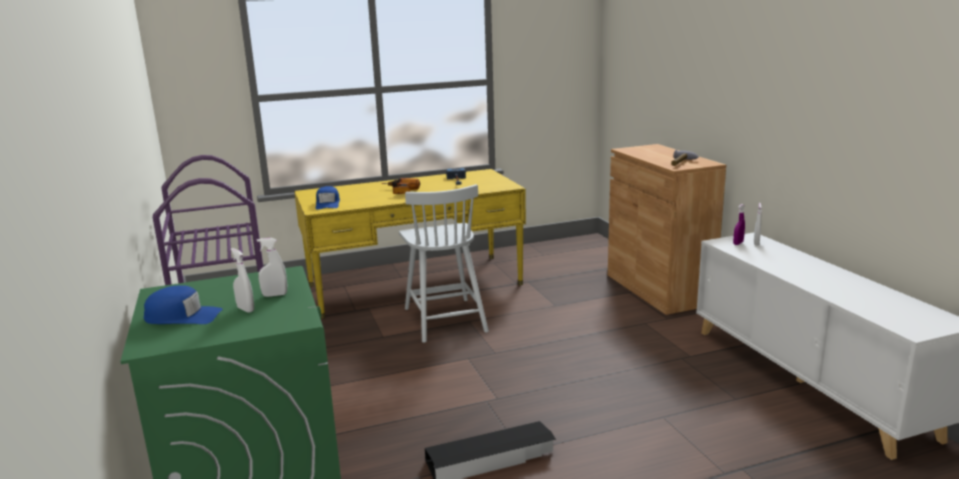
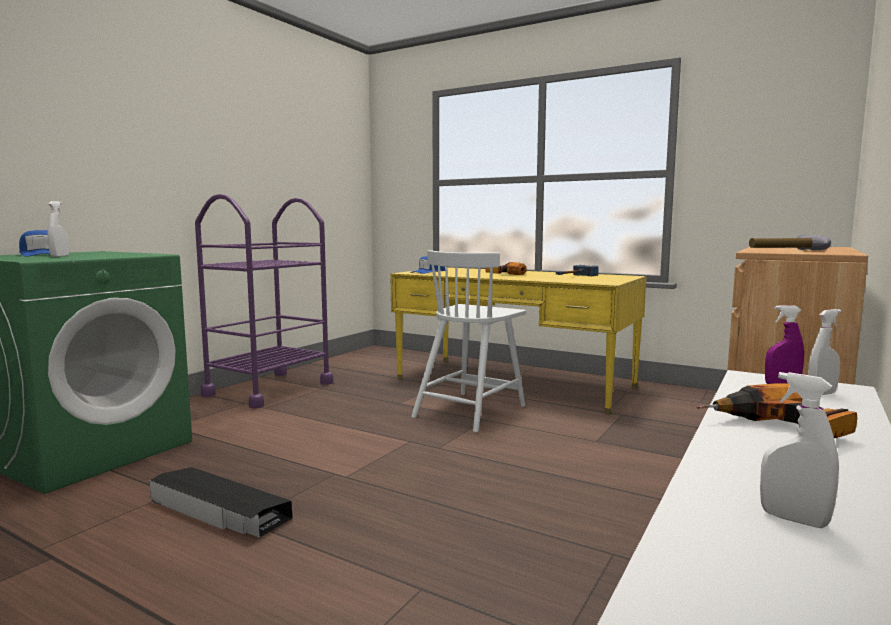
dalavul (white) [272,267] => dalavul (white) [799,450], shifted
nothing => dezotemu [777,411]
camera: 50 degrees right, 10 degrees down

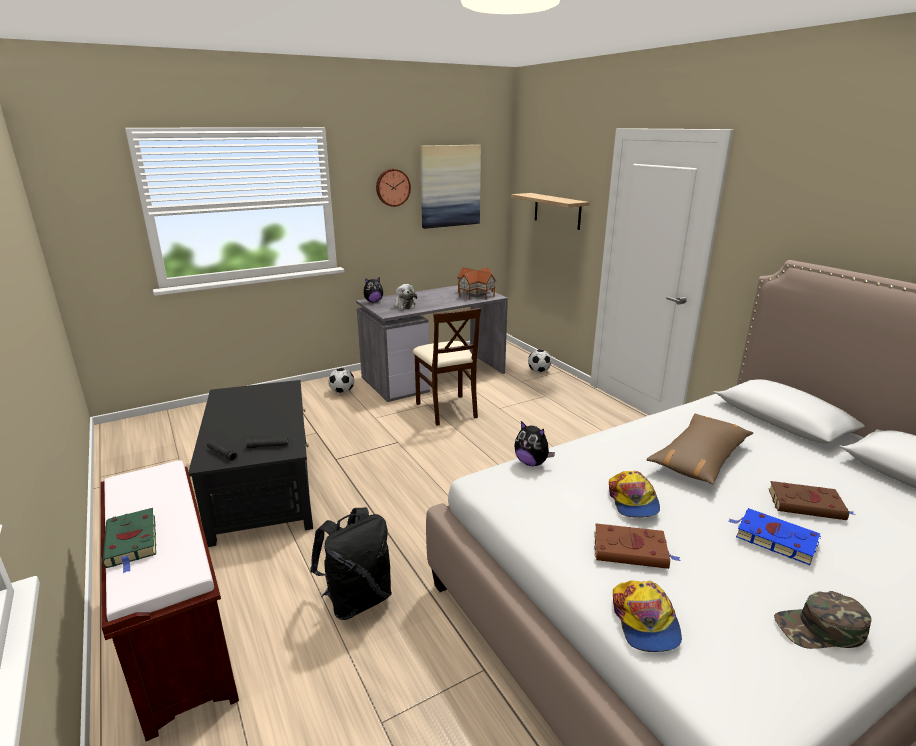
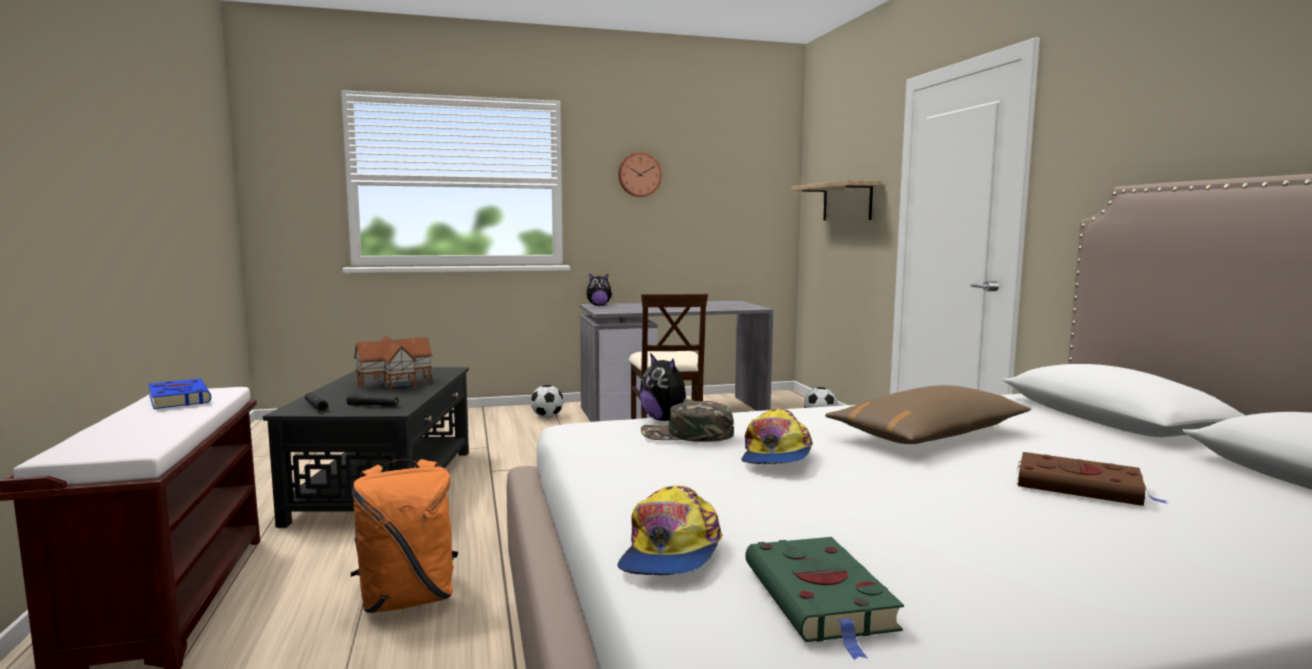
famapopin [450,187] => nothing
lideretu [476,283] => lideretu [393,364], shifted
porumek [405,296] => nothing
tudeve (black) [351,563] => tudeve (orange) [404,536]
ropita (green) [129,540] => ropita (green) [824,598], shifted
ropita (blue) [774,536] => ropita (blue) [180,394], shifted
ropita (brown) [637,546] => nothing
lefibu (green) [823,620] => lefibu (green) [687,421], shifted
camera: 15 degrees right, 15 degrees down

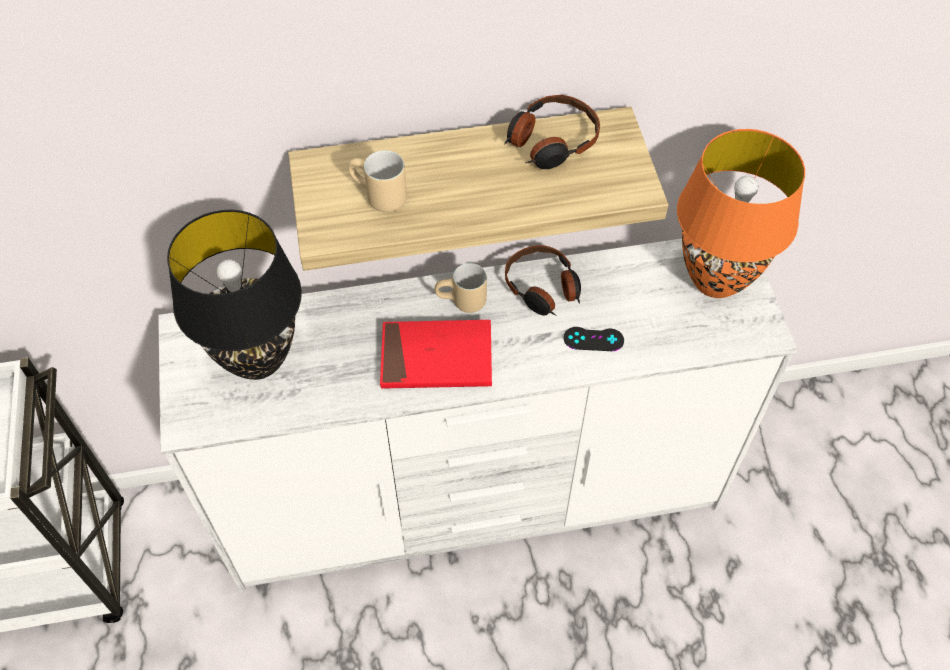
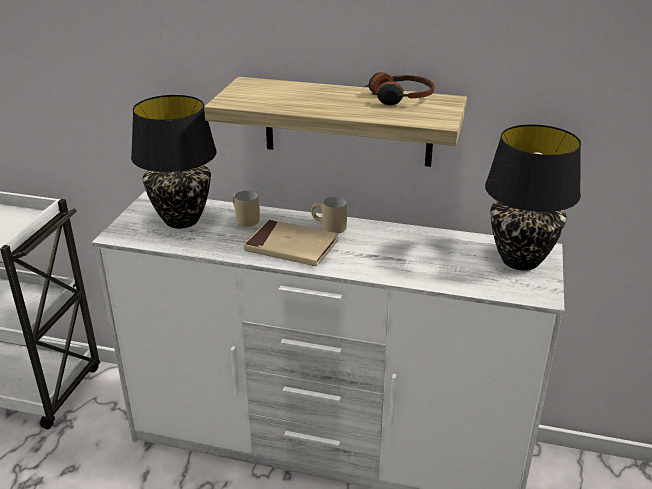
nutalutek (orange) [741,213] => nutalutek (black) [533,197]
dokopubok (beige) [377,181] => dokopubok (beige) [246,209], shifted
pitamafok [543,280] => nothing
ropita (red) [436,354] => ropita (beige) [291,243]
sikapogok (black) [594,339] => nothing
camera: 25 degrees right, 25 degrees down

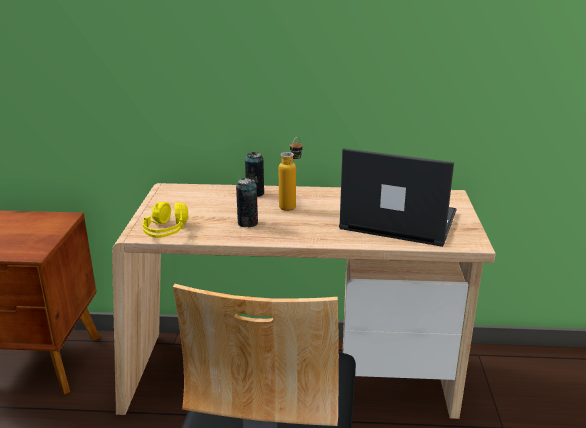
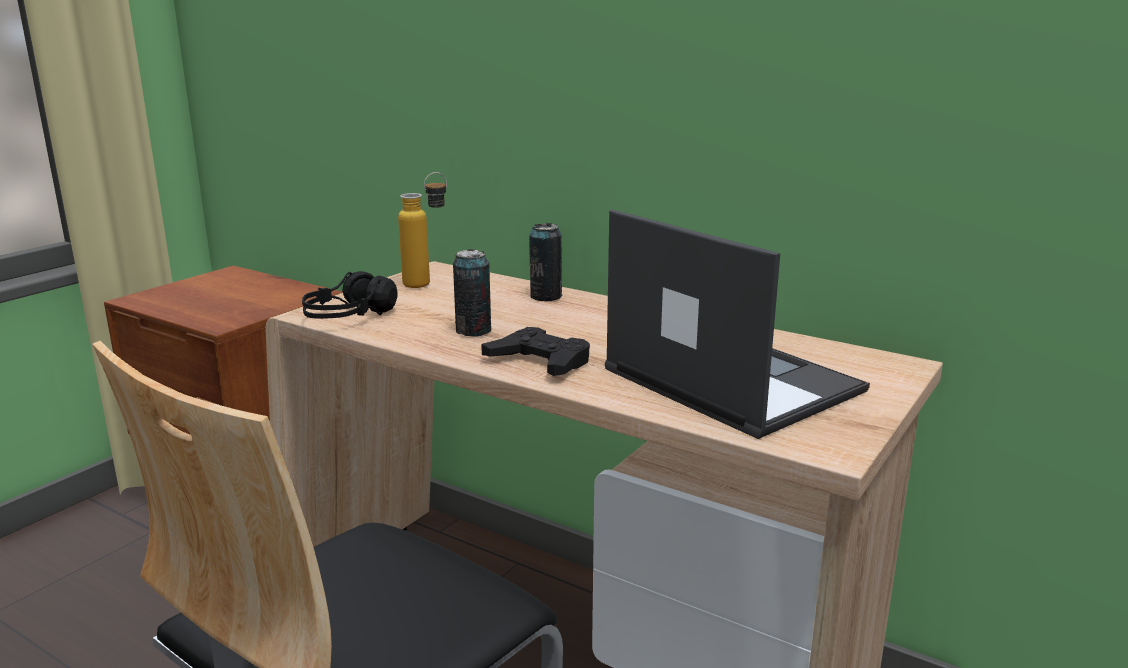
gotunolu [291,174] => gotunolu [422,230], shifted
pitamafok (yellow) [165,220] => pitamafok (black) [350,295]
nothing => sikapogok (black) [535,351]
camera: 30 degrees right, 5 degrees down

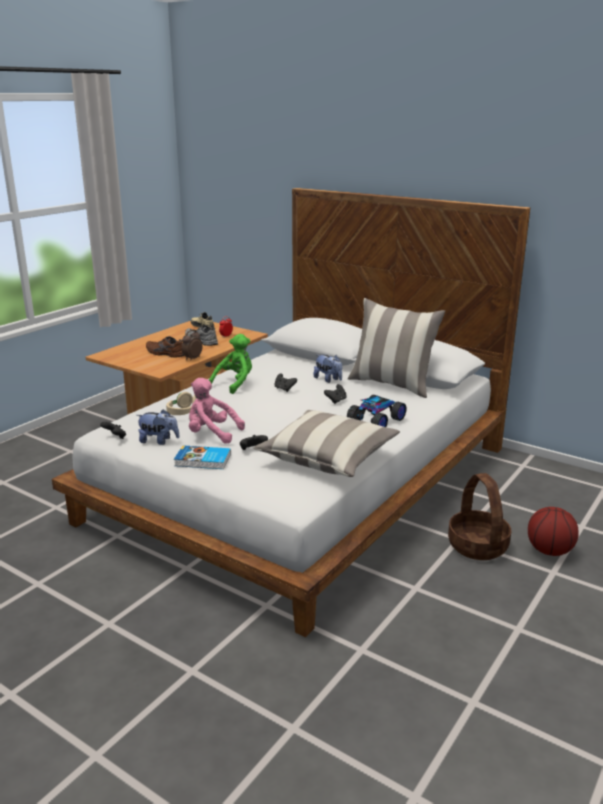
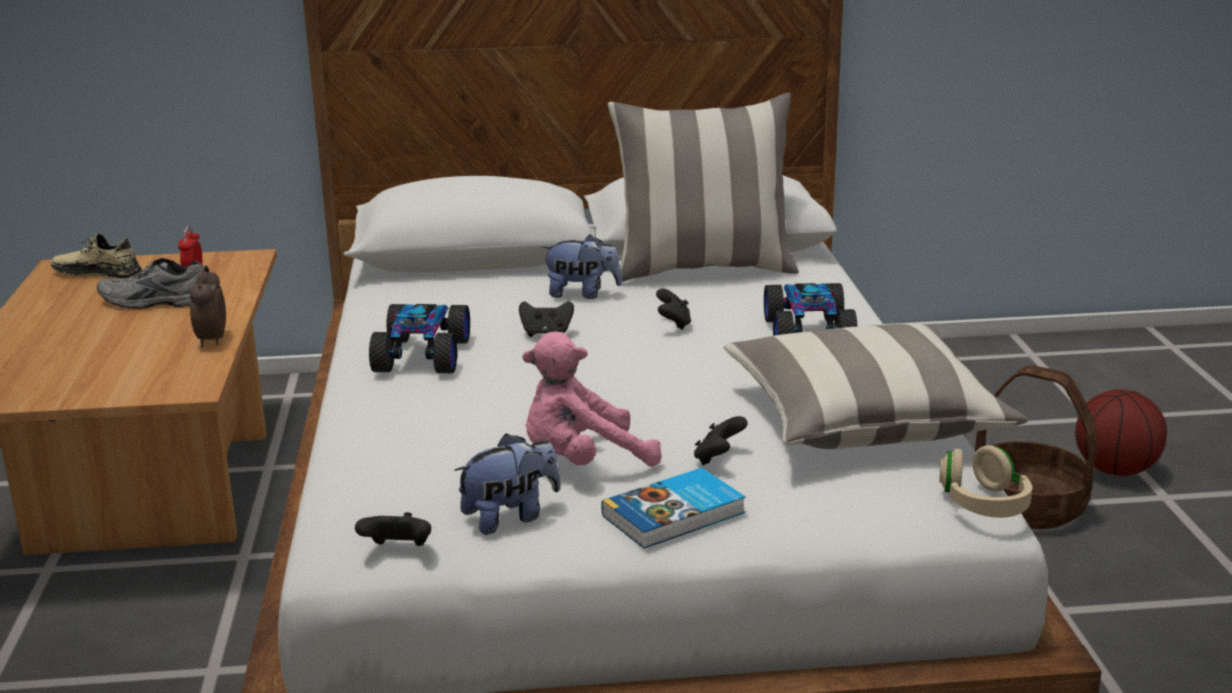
porumek (green) [230,364] => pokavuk [419,338]
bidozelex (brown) [165,347] => nothing
pitamafok (beige) [181,403] => pitamafok (beige) [985,481], shifted
camera: 40 degrees left, 0 degrees up

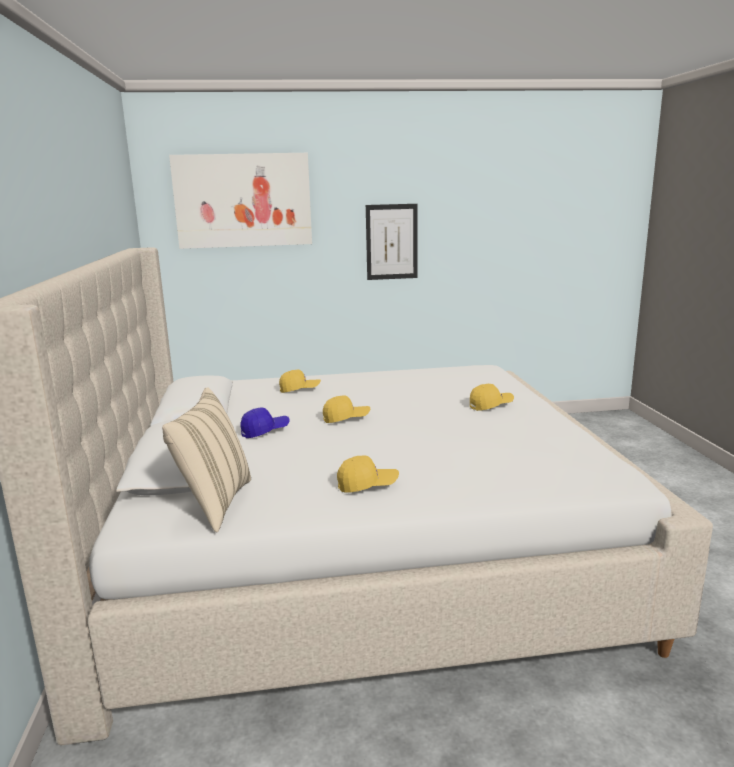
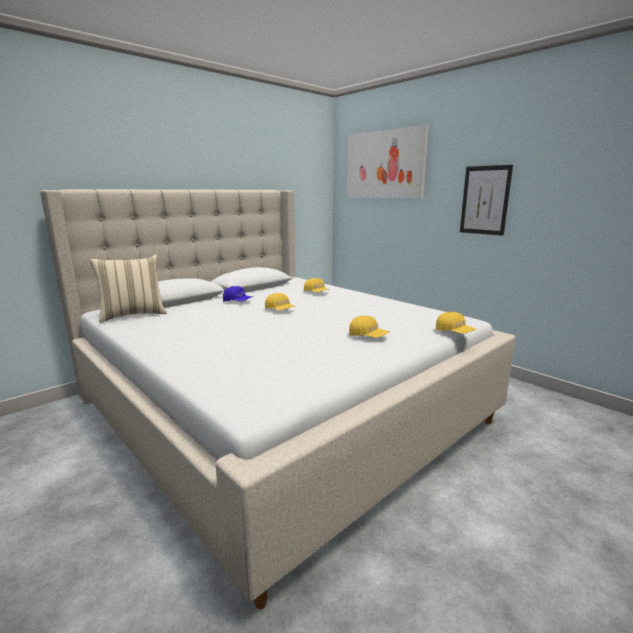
lefibu (yellow) [368,474] => lefibu (yellow) [456,323], shifted
camera: 55 degrees right, 0 degrees up

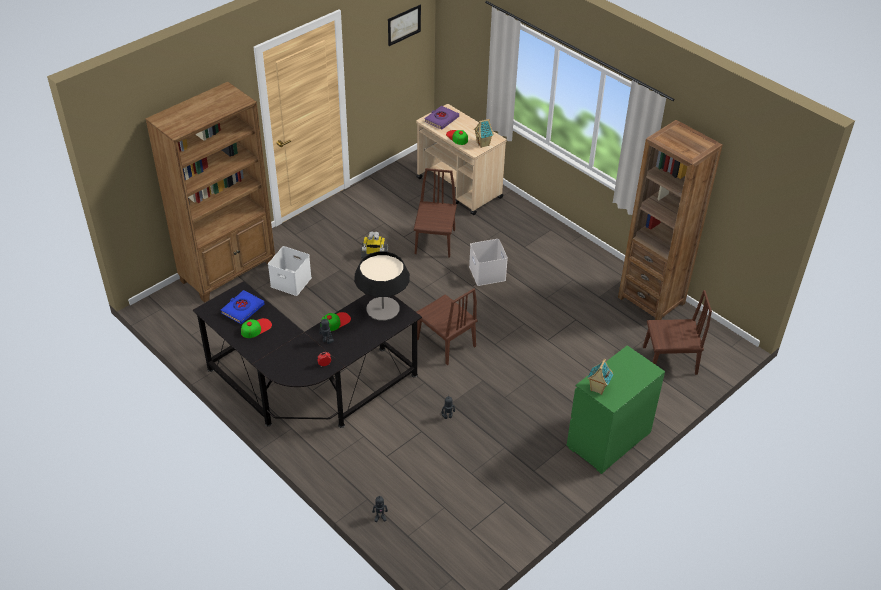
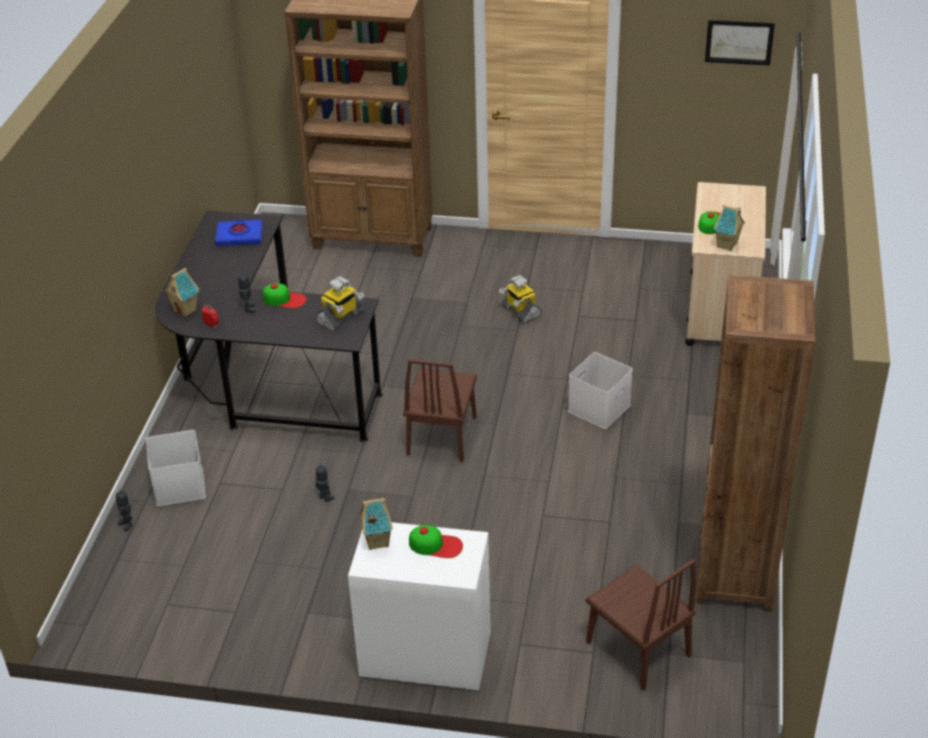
ropita (purple) [441,118] => nothing
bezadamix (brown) [435,213] => nothing
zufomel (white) [290,271] => zufomel (white) [176,468], shifted
nutalutek [382,286] => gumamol [340,304]
lefibu [256,328] => lefibu [436,541], shifted
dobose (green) [616,409] => dobose (white) [419,607]
nothing => lideretu [181,292]
camera: 55 degrees right, 5 degrees down

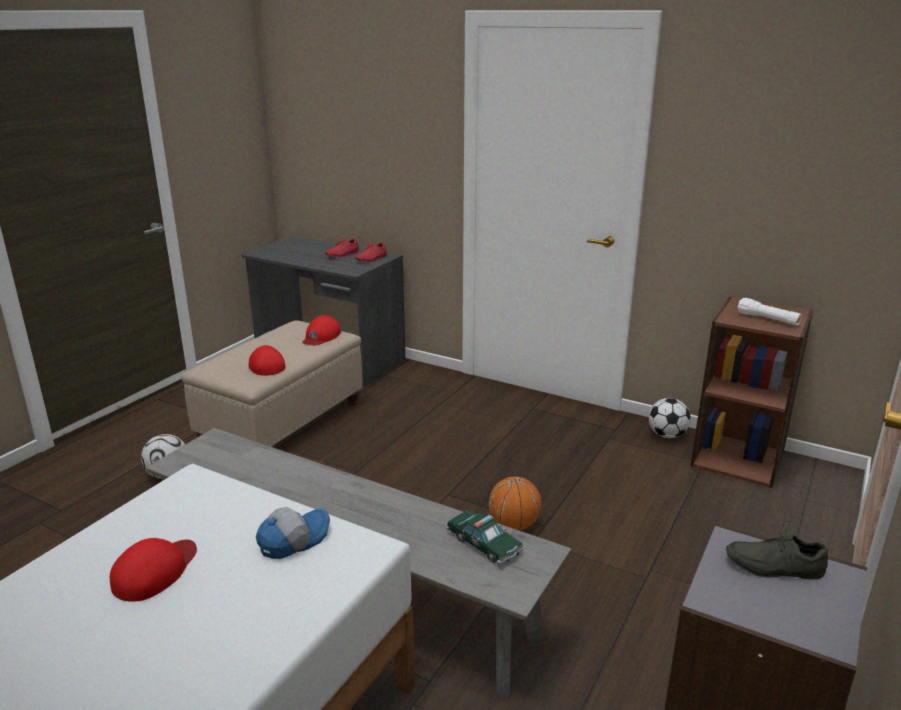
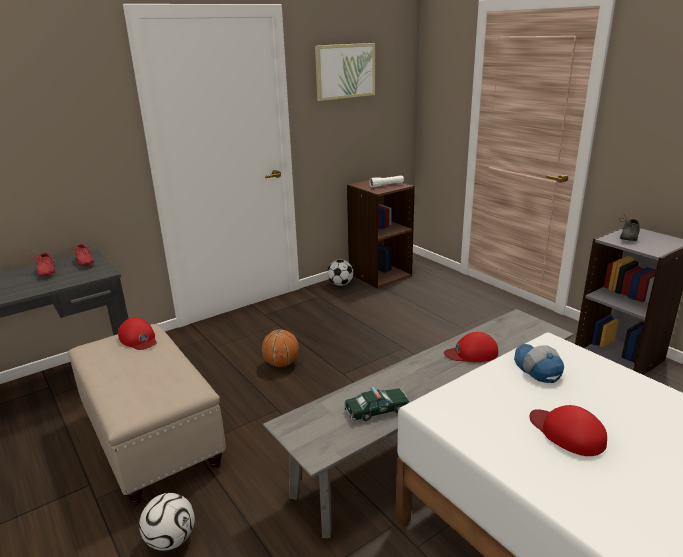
lefibu (red) [267,360] => lefibu (red) [471,347], shifted
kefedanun [515,503] => kefedanun [280,348], shifted
pokavuk [485,537] => pokavuk [377,404], shifted
nothing => famapopin [345,72]
camera: 65 degrees left, 0 degrees up

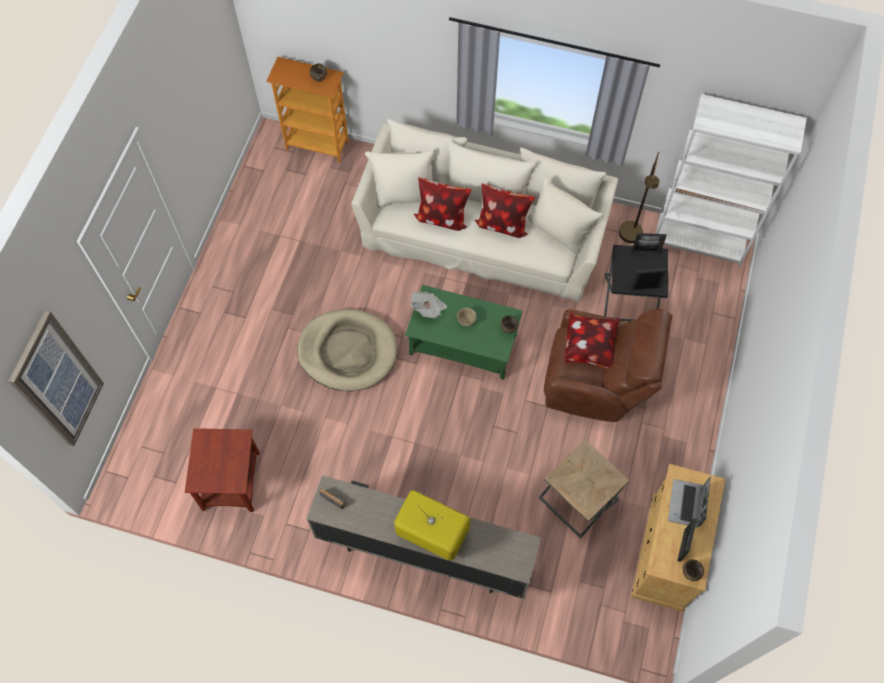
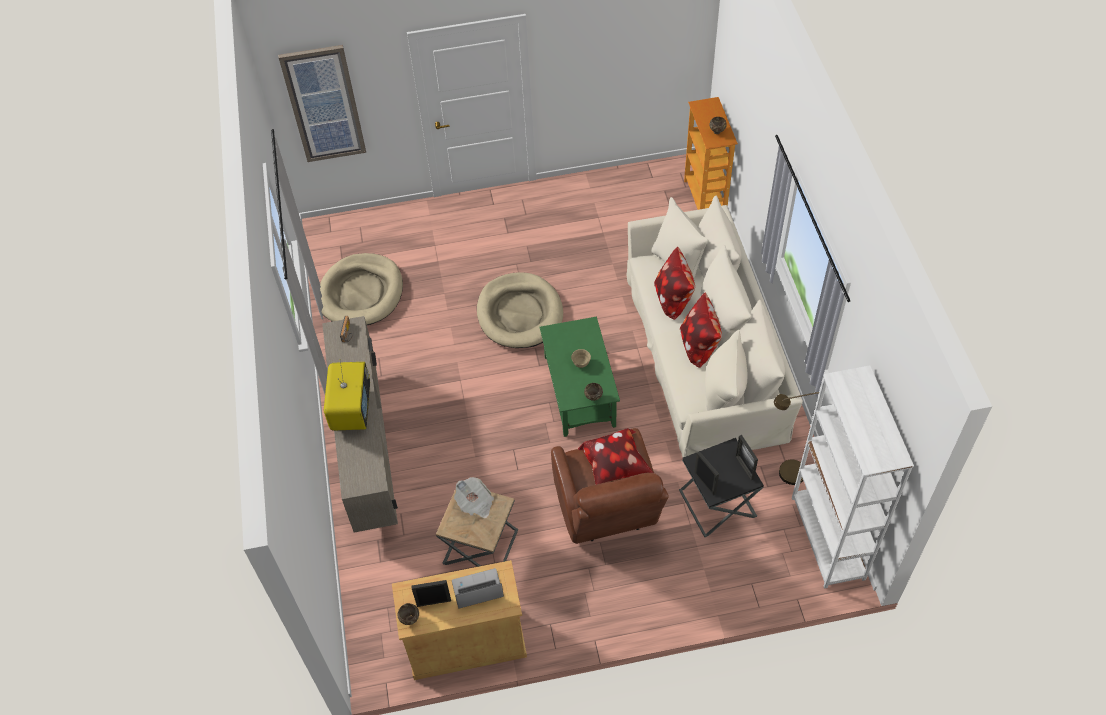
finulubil [429,305] => finulubil [474,497], shifted
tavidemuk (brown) [222,470] => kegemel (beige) [361,289]
camera: 65 degrees right, 10 degrees down

